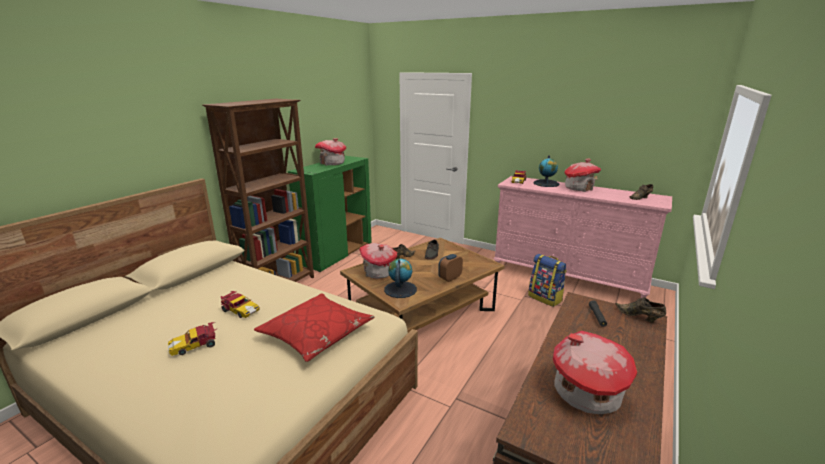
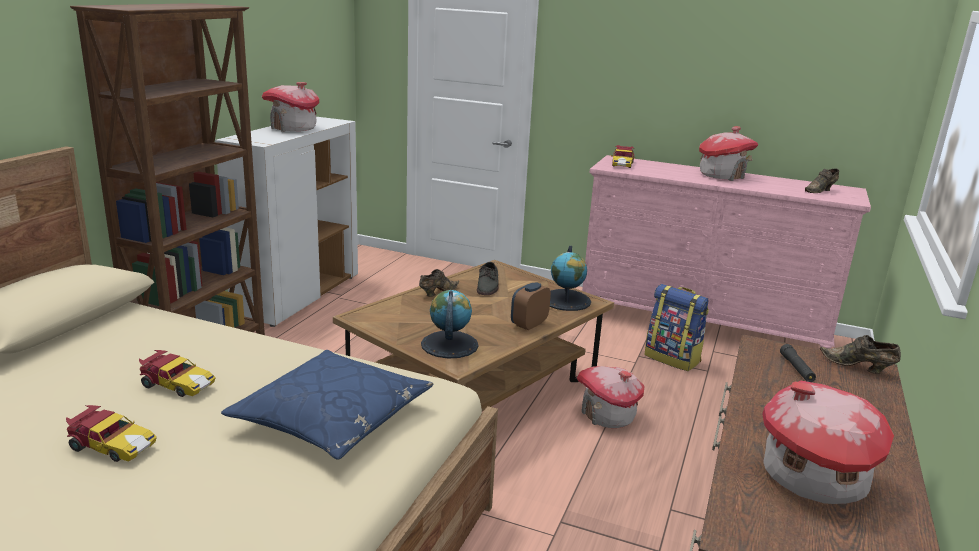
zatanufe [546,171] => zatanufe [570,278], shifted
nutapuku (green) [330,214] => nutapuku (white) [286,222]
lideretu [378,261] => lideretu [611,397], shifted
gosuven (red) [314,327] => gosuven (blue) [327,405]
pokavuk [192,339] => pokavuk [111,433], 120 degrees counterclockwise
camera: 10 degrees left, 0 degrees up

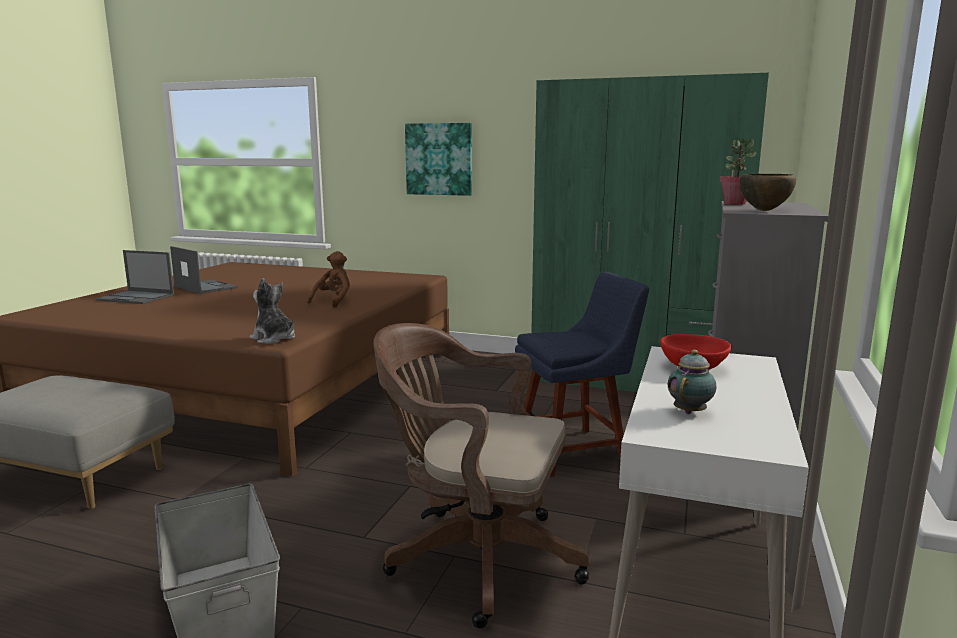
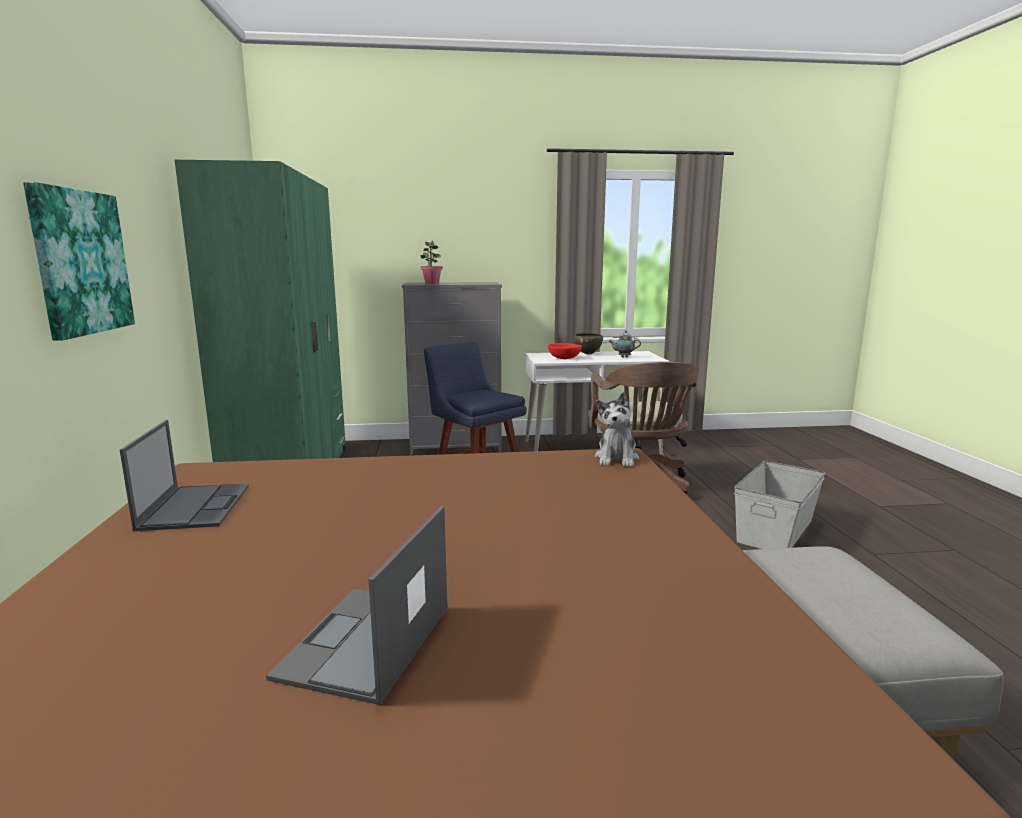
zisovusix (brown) [767,192] => zisovusix (brown) [588,344], shifted
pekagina [135,277] => pekagina [184,475], shifted
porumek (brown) [328,279] => nothing
camera: 115 degrees left, 0 degrees up

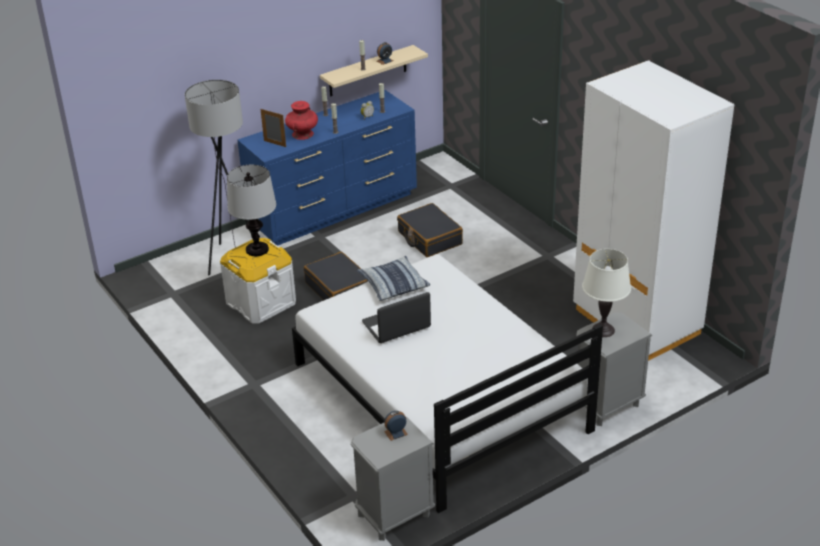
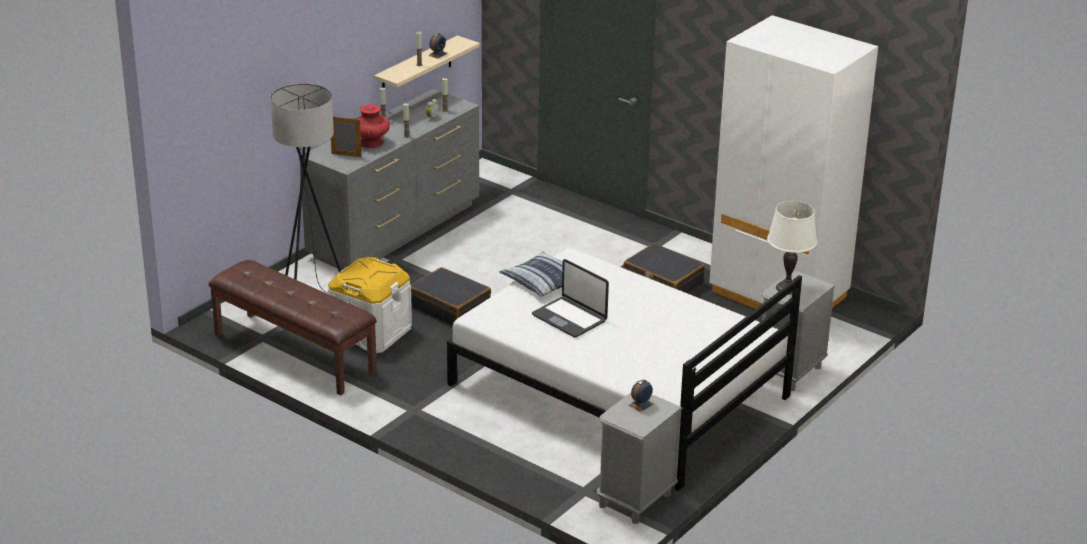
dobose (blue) [327,168] => dobose (grey) [389,179]
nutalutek [251,210] => nothing
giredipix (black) [430,230] => giredipix (black) [664,268], shifted
pekagina [396,317] => pekagina [570,298], 90 degrees counterclockwise
nothing => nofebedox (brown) [292,328]
camera: 20 degrees left, 5 degrees down

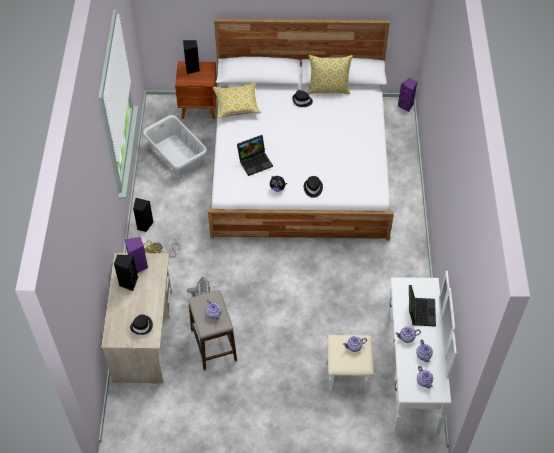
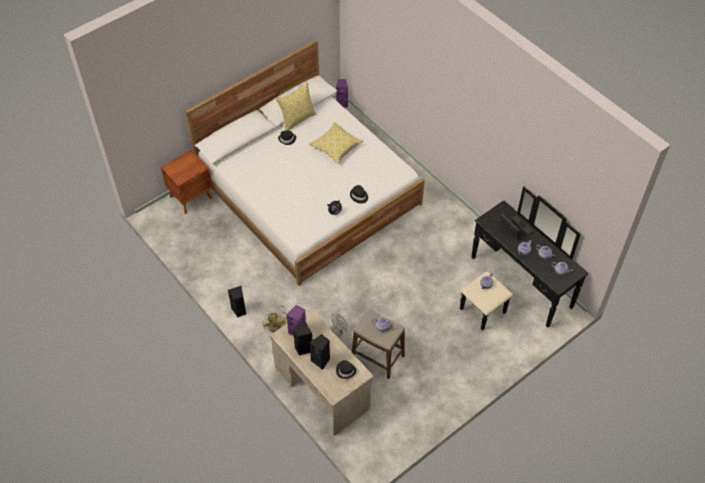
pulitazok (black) [191,57] => pulitazok (black) [320,352], shifted
gosuven [237,100] => gosuven [336,142], shifted
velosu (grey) [175,146] => nothing
pekagina [255,155] => nothing
dobose (white) [392,352] => dobose (black) [524,258]
camera: 40 degrees left, 0 degrees up

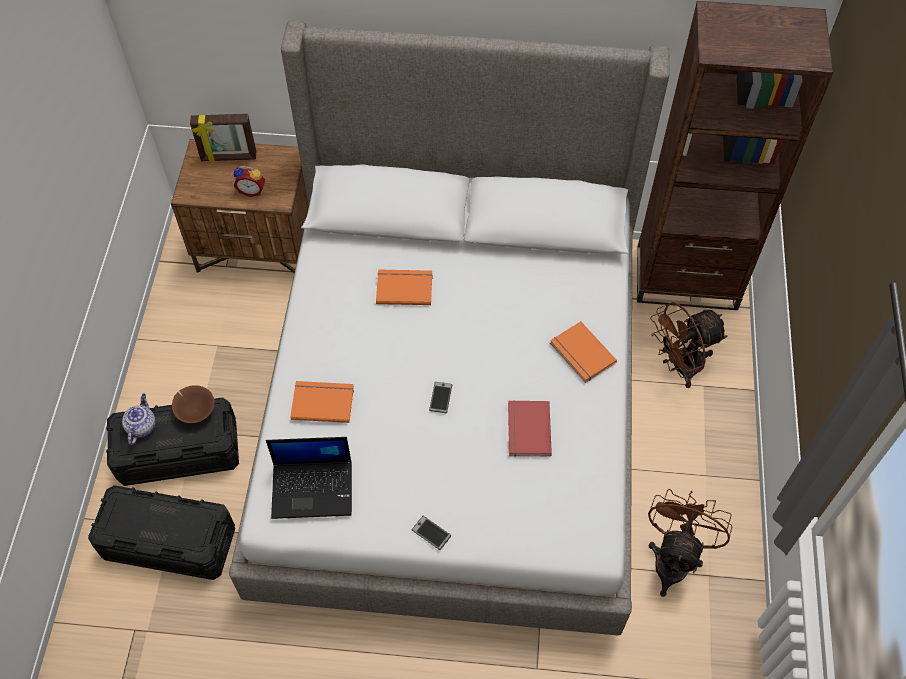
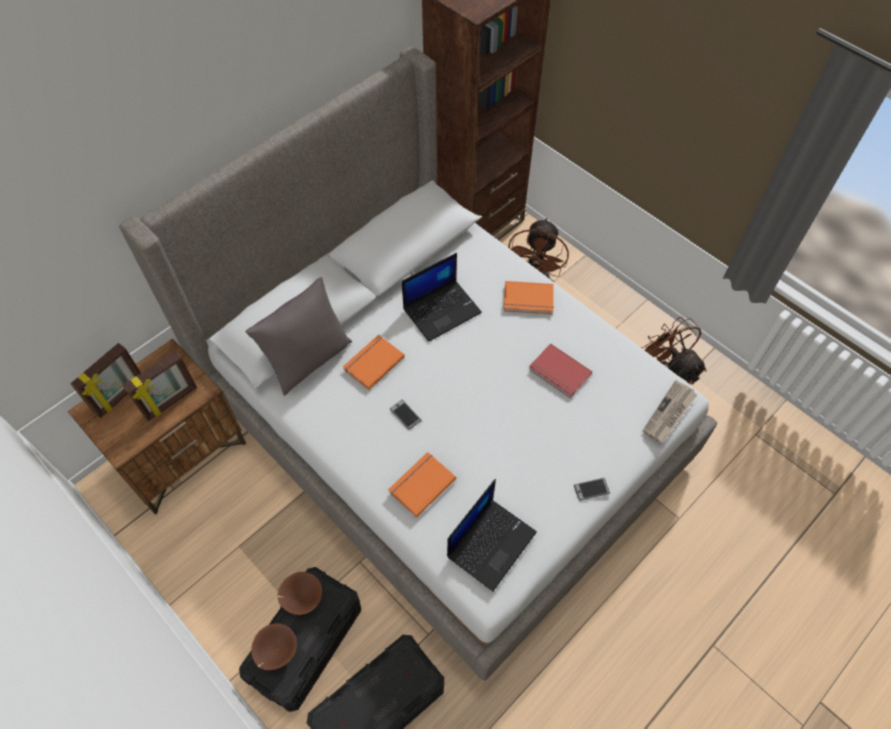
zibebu [249,181] => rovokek [160,386]
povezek [440,397] => povezek [405,415], shifted
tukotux [139,419] => zisovusix (brown) [274,646]
nothing => pekagina [442,297]
nothing => gosuven (grey) [298,336]
nothing => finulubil [669,411]
camera: 50 degrees left, 0 degrees up

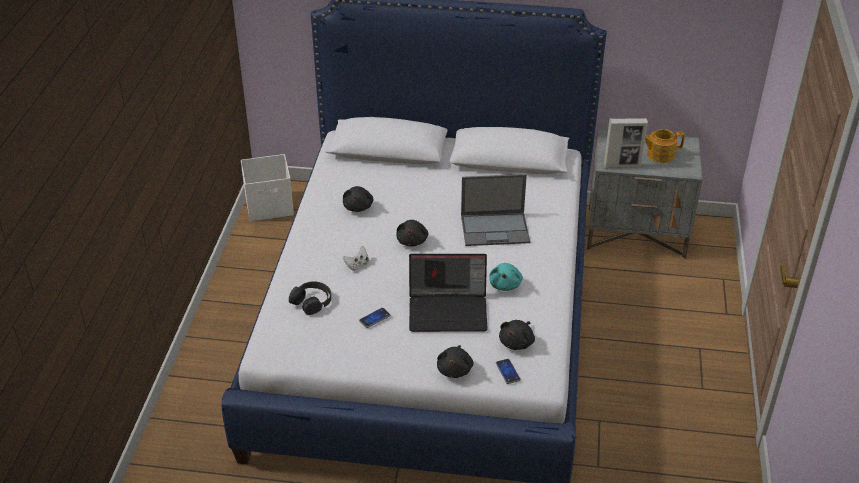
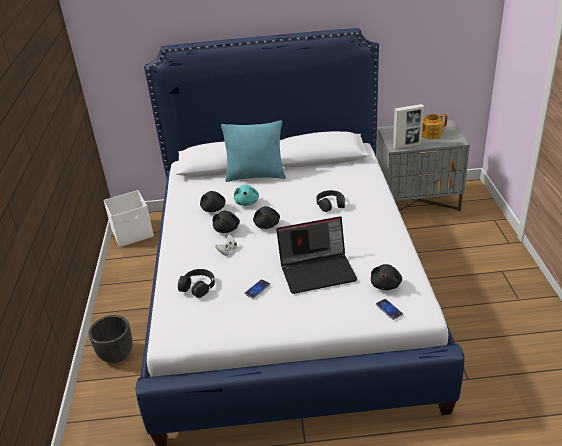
pekagina [495,210] => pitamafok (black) [330,201]
porumek (turquoise) [506,277] => porumek (turquoise) [246,195], shifted
porumek (black) [455,361] => porumek (black) [226,222], shifted
nothing => gosuven (turquoise) [253,151]
nothing => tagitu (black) [110,339]
camera: 10 degrees left, 5 degrees down

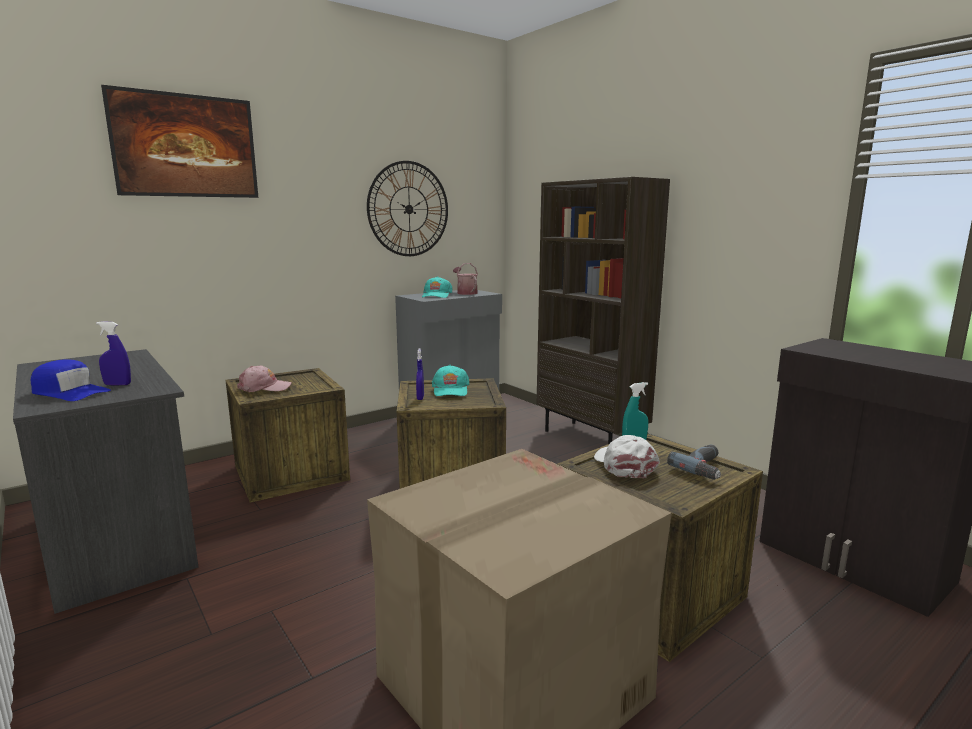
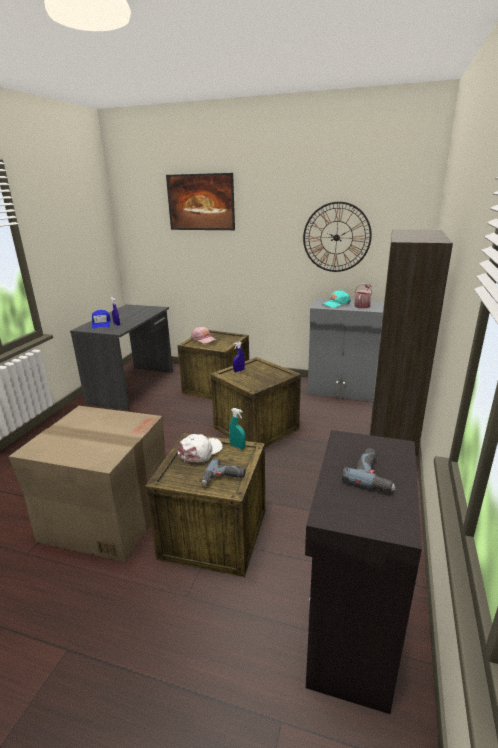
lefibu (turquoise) [450,380] => nothing
nothing => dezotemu [369,470]
camera: 55 degrees right, 10 degrees up

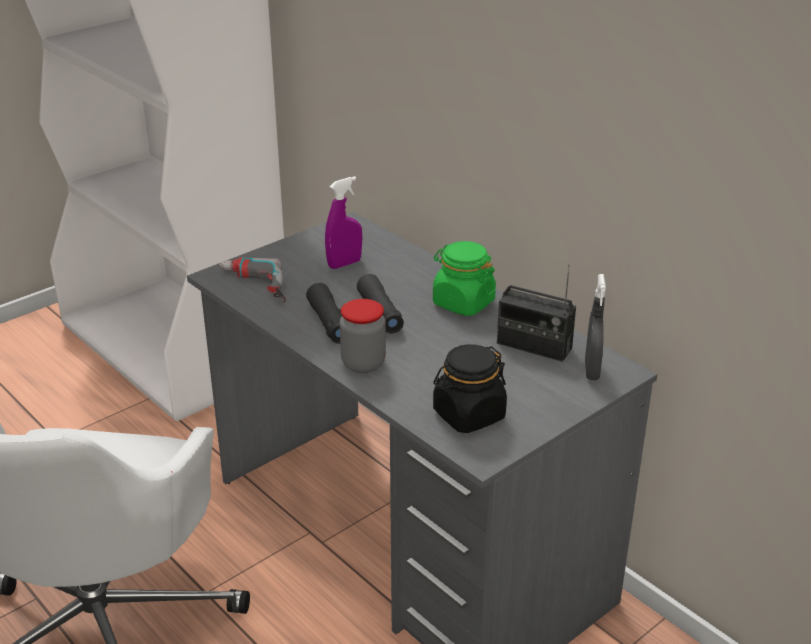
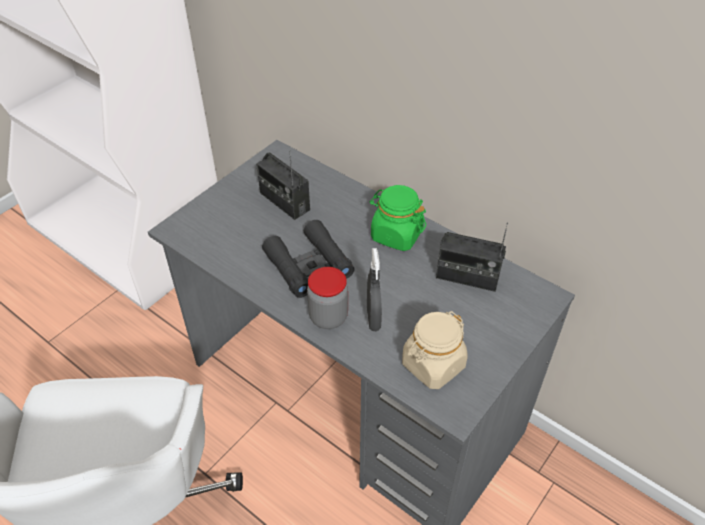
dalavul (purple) [343,222] => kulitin [283,185]
dezotemu [252,280] => nothing
dalavul (grey) [595,327] => dalavul (grey) [374,289], shifted
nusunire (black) [470,388] => nusunire (beige) [435,350]
camera: 10 degrees left, 15 degrees up

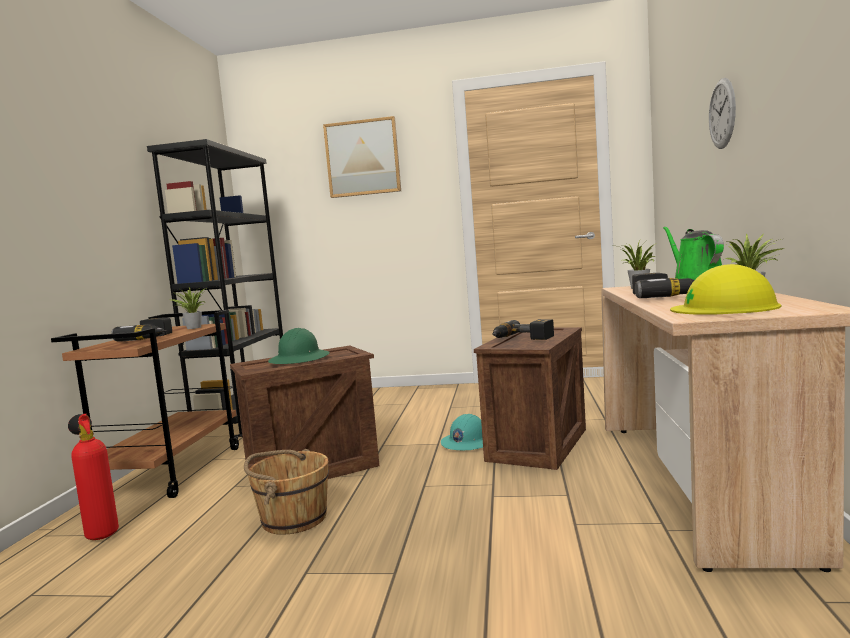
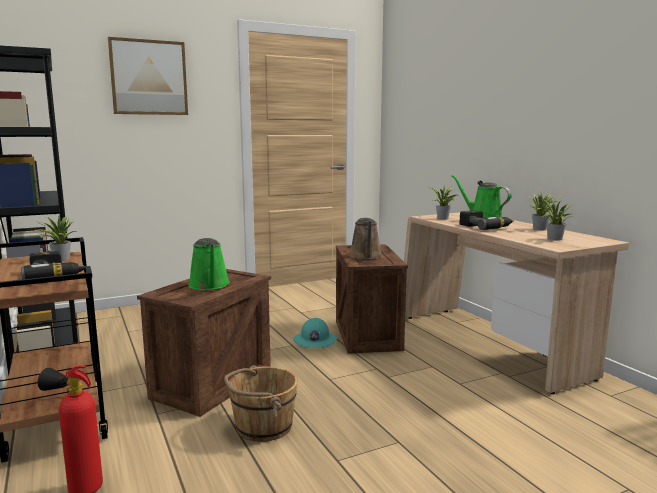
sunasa [722,113] => nothing
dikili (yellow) [725,289] => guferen [557,219]
dezotemu [523,329] => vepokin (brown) [366,238]
dikili (green) [299,346] => vepokin (green) [209,264]
camera: 35 degrees left, 5 degrees up

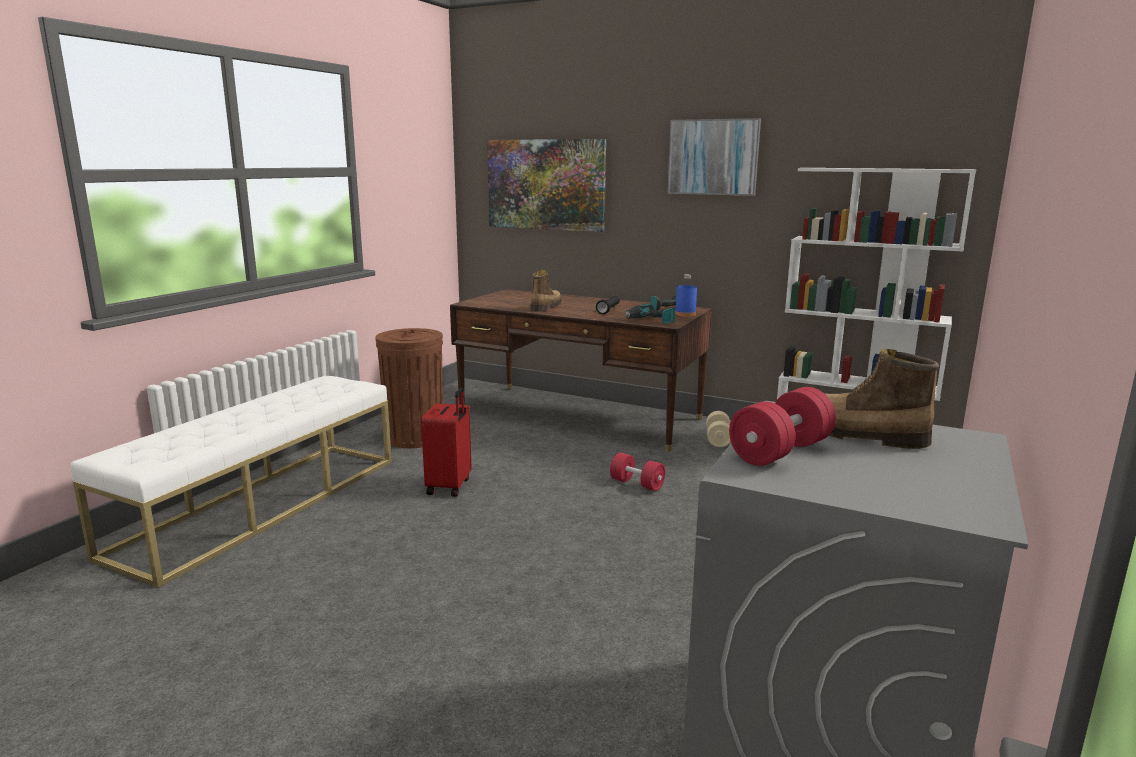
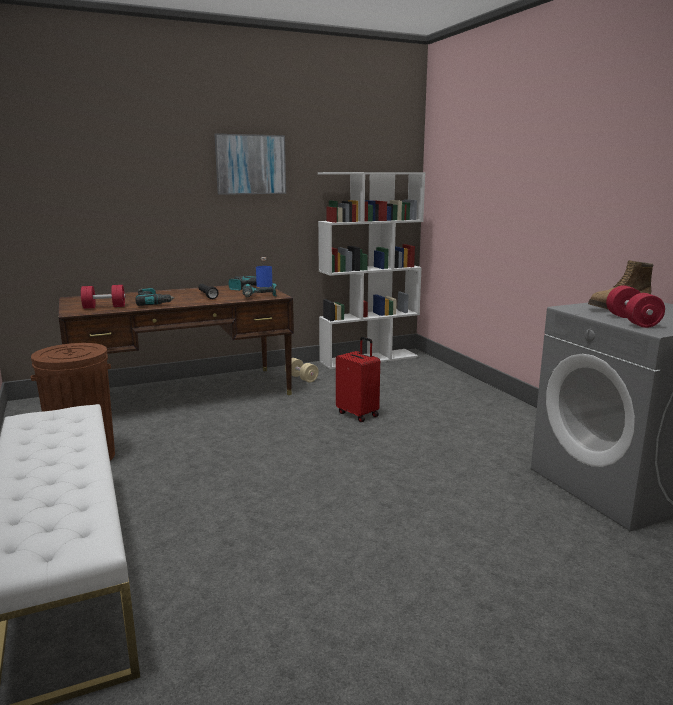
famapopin [546,185] => nothing
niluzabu [546,291] => dezotemu [155,297]
giredipix (red) [446,442] => giredipix (red) [358,379], shifted
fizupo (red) [638,471] => fizupo (red) [103,297], shifted
camera: 50 degrees left, 0 degrees up

